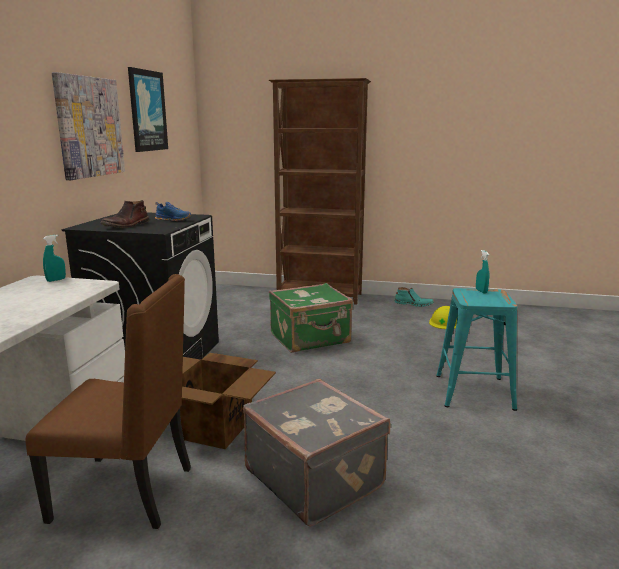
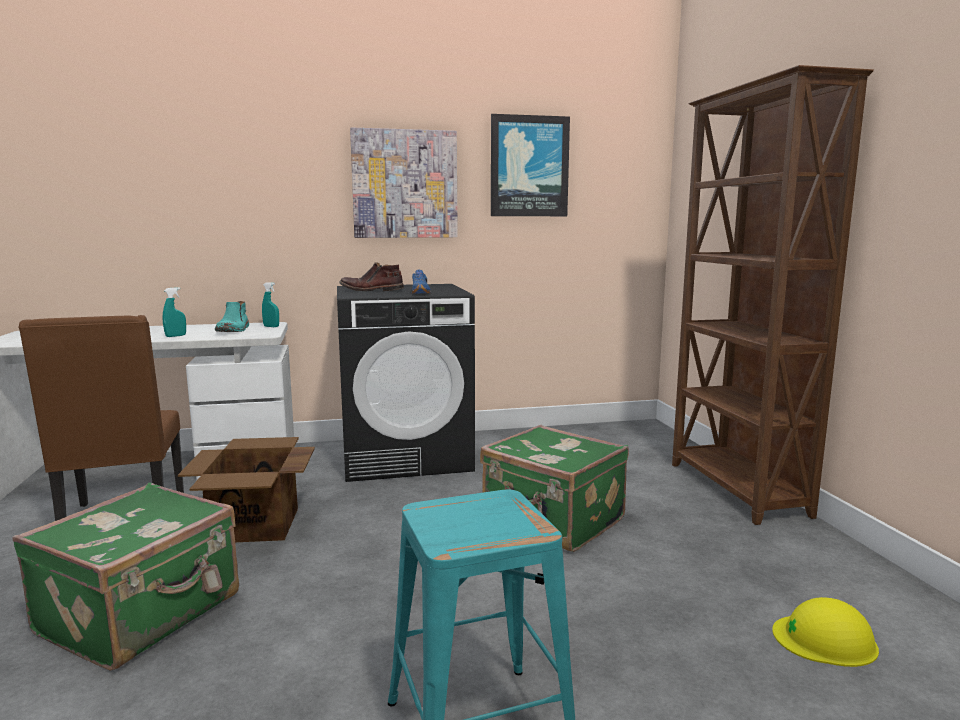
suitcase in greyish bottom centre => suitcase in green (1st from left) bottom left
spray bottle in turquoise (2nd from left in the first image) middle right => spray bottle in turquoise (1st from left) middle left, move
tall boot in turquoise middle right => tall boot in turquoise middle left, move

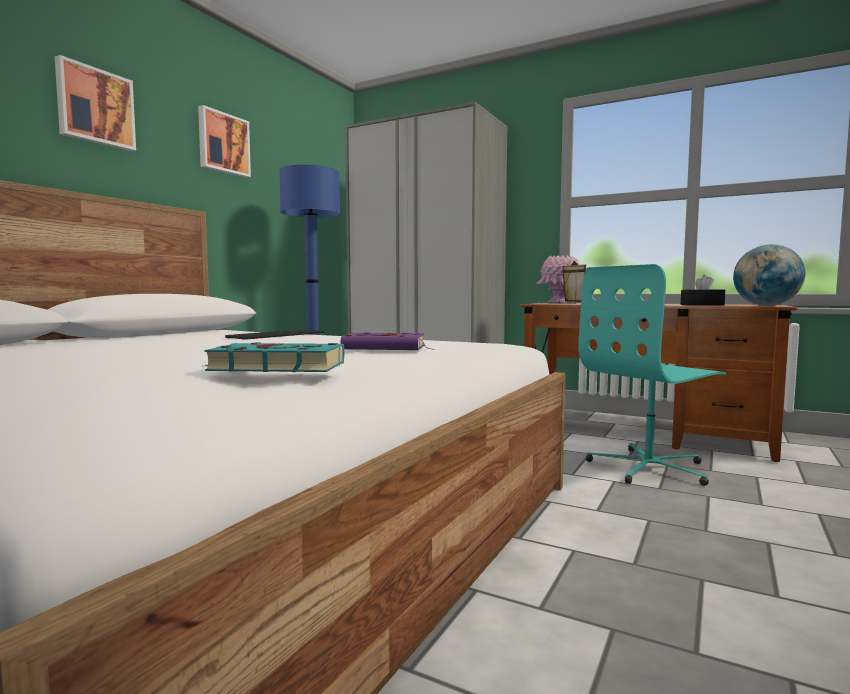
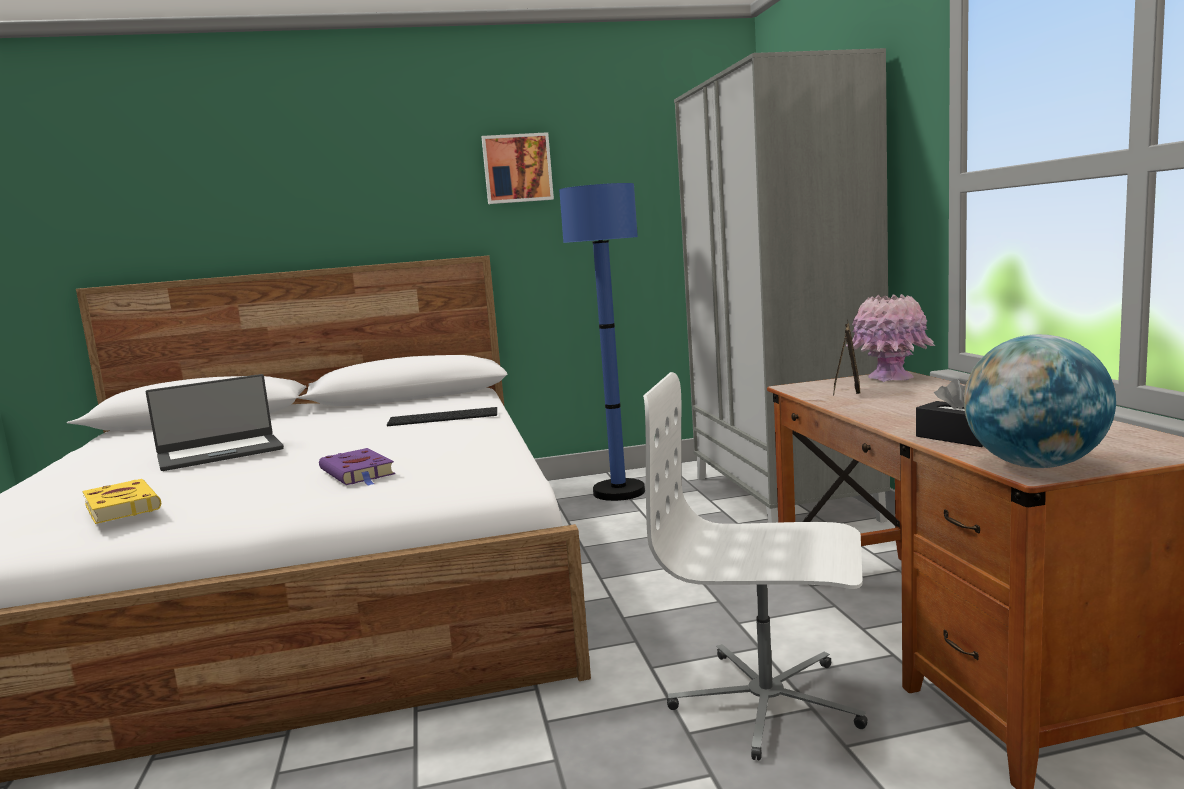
book in turquoise middle left => book in yellow-coloured middle left
nothing => portable computer middle left
computer chair in turquoise middle right => computer chair in white-coloured bottom centre
picture (1st from left) top left => nothing

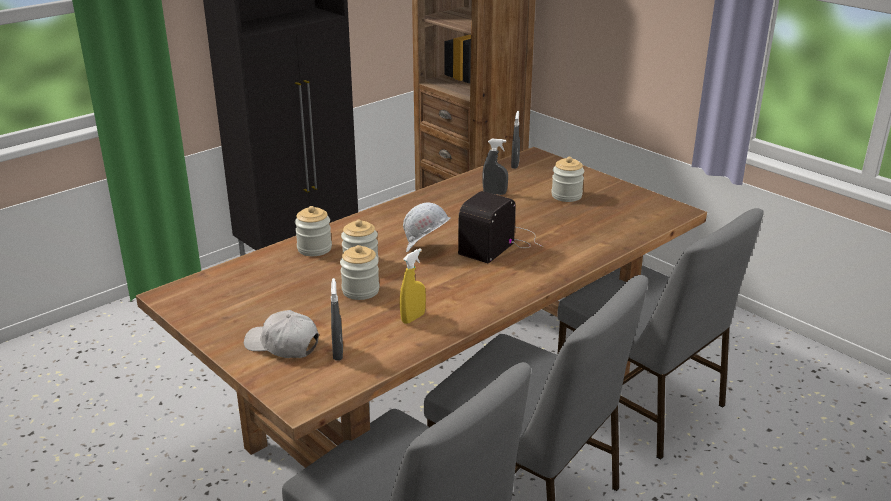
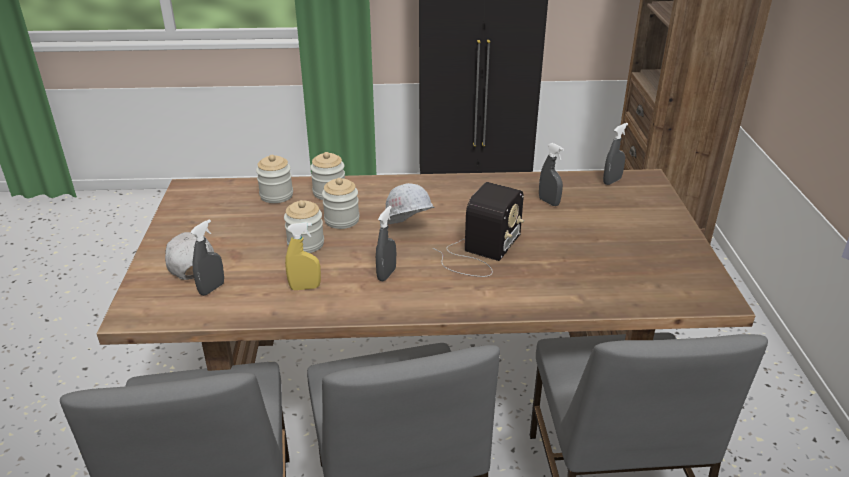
preserve jar (4th from left in the first image) centre => preserve jar (1st from left) middle left, move
nothing => spray bottle in greyish (2nd from left) centre
radio centre, 135 degrees clockwise

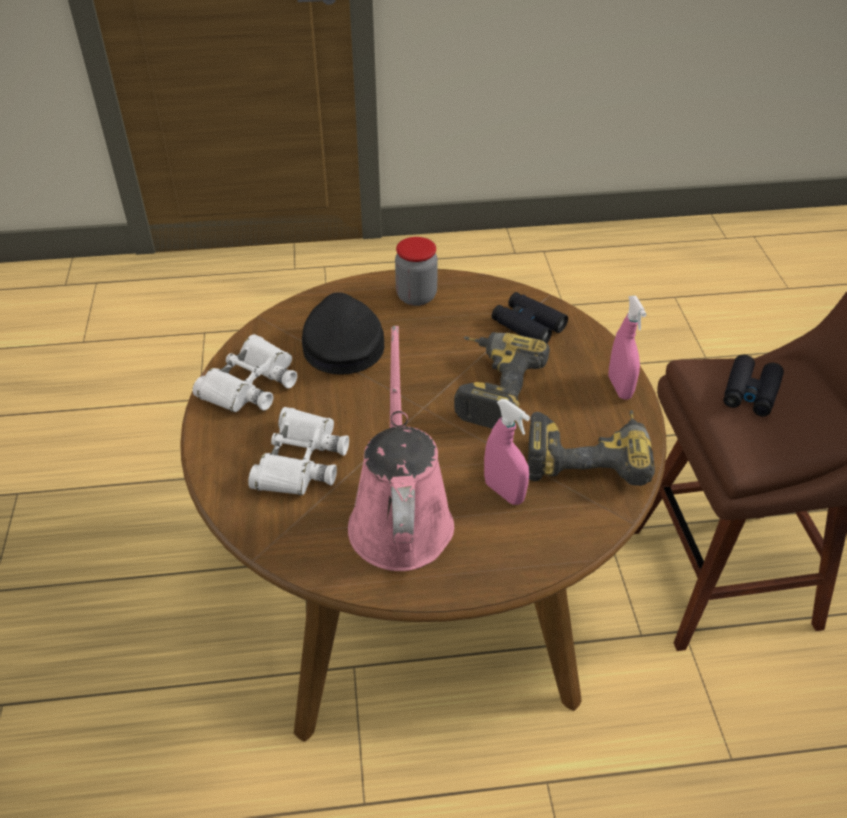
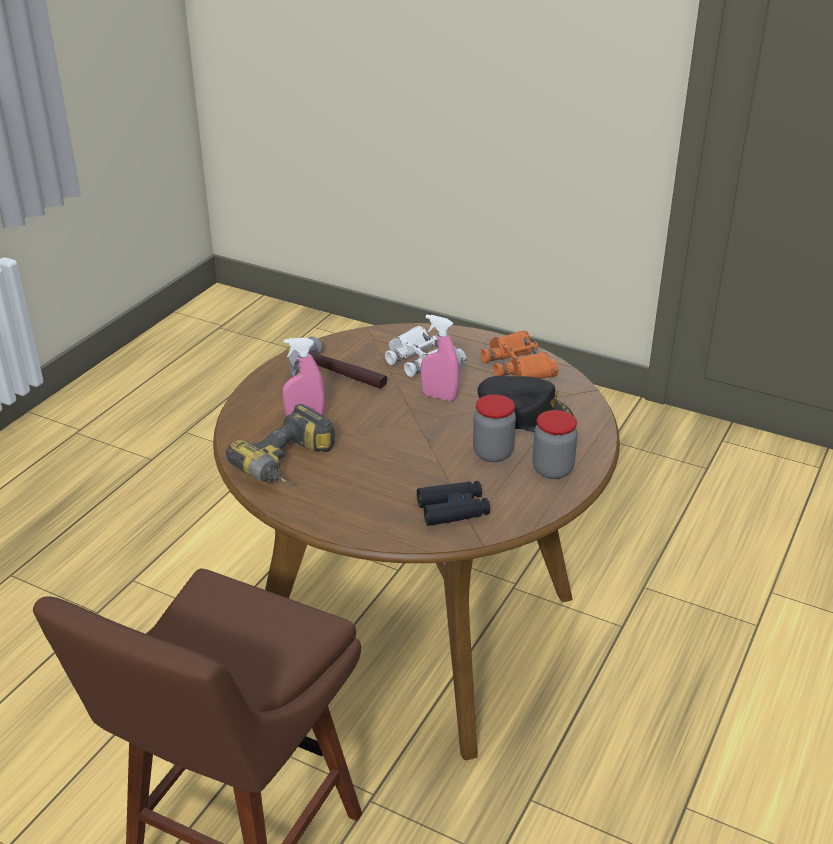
watering pot in pink-coloured centre => tool hammer centre
spray bottle in pink-coloured (2nd from left) middle right => spray bottle in pink-coloured (2nd from left) centre, move
nothing => preserve jar (1st from left) centre
binoculars in white-coloured (1st from left) middle left => binoculars in orange centre
drill (1st from left) centre => nothing
binoculars in blackish (2nd from left) middle right => nothing

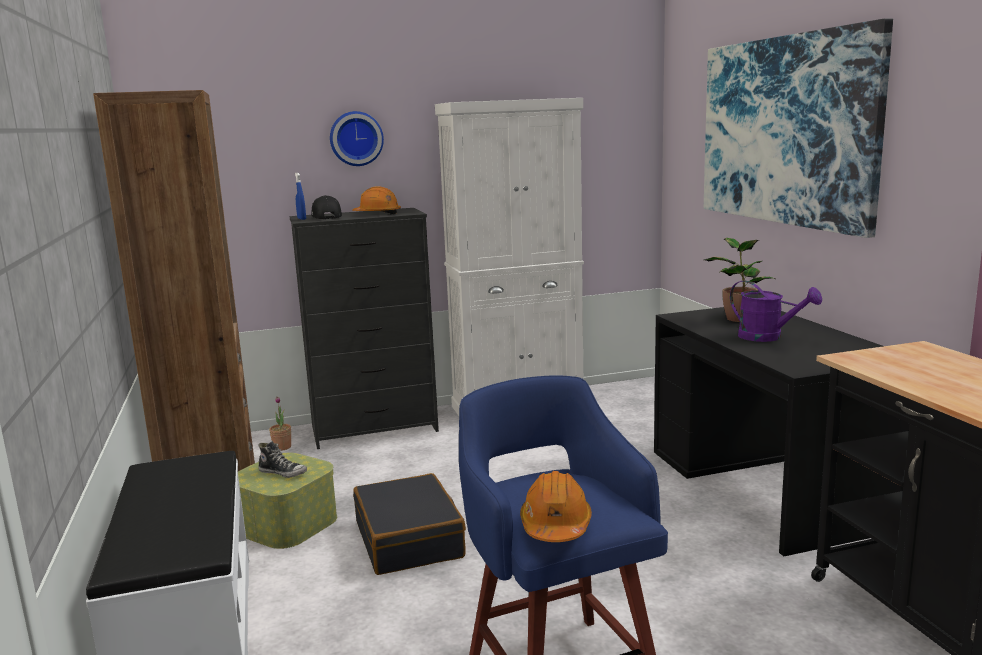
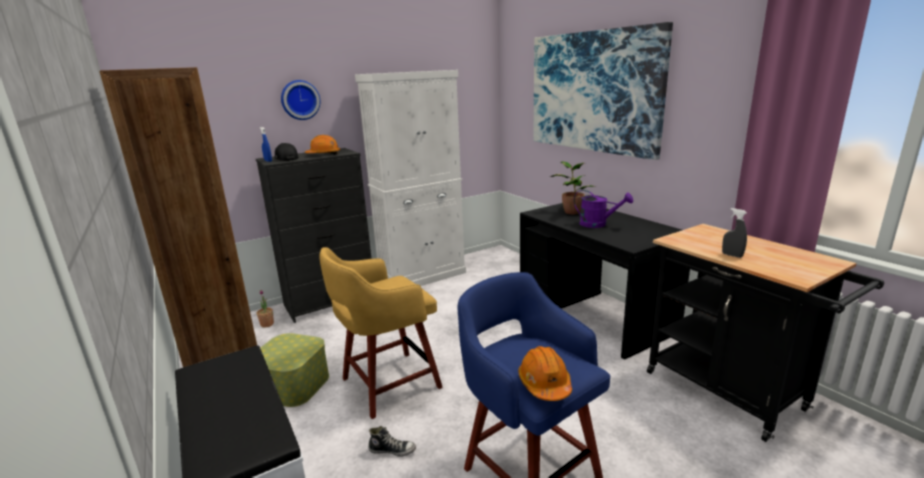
suitcase in blackish bottom centre => stool in yellow-coloured bottom centre
item of footwear bottom left => item of footwear bottom centre, move
nothing => spray bottle in greyish middle right

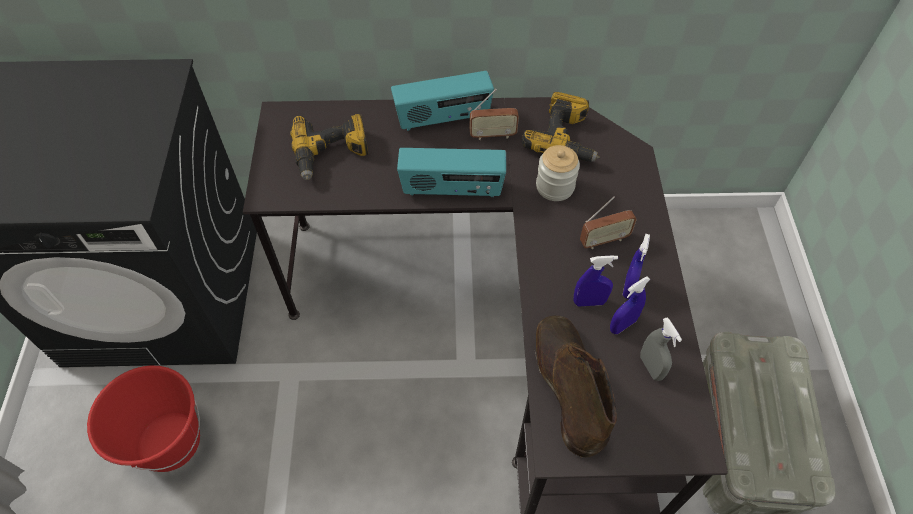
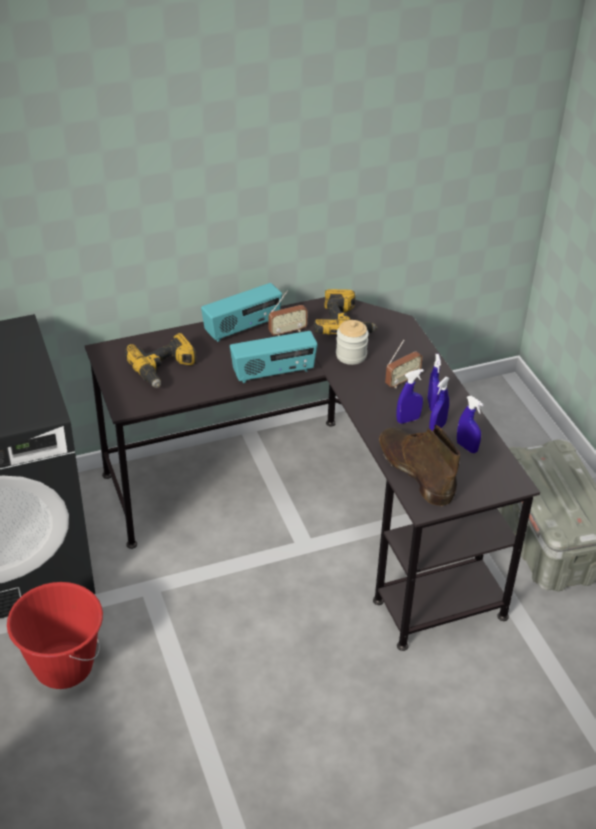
spray bottle in greyish bottom right => spray bottle in blue (4th from left) middle right

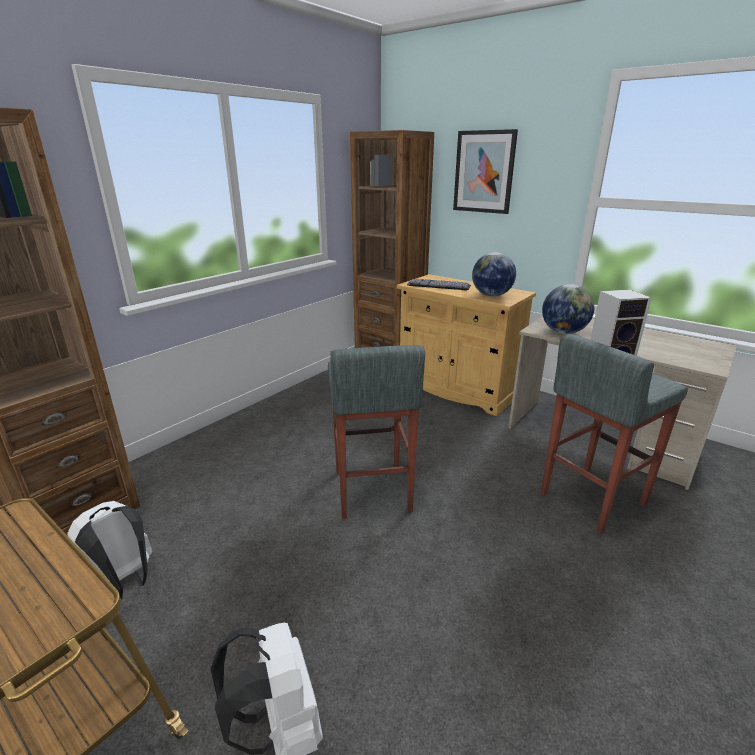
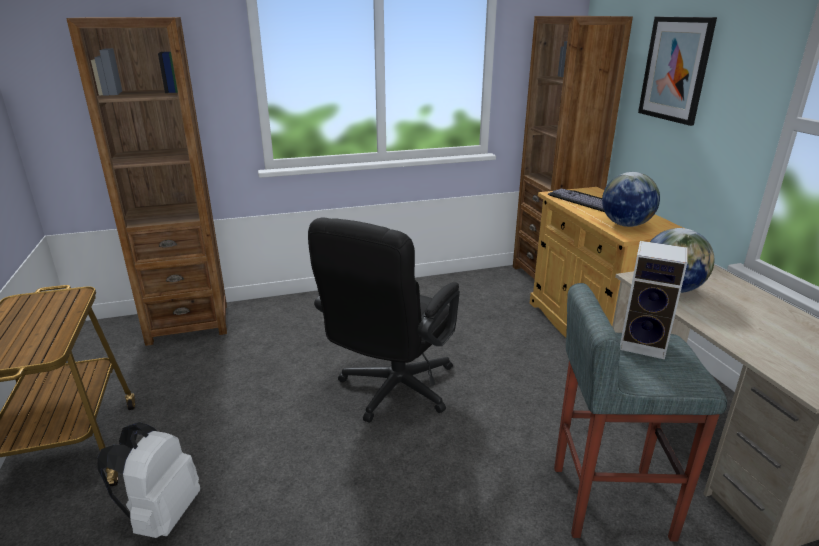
stool in greyish (1st from left) centre => computer chair in blackish centre
rucksack in white-coloured (1st from left) bottom left => nothing

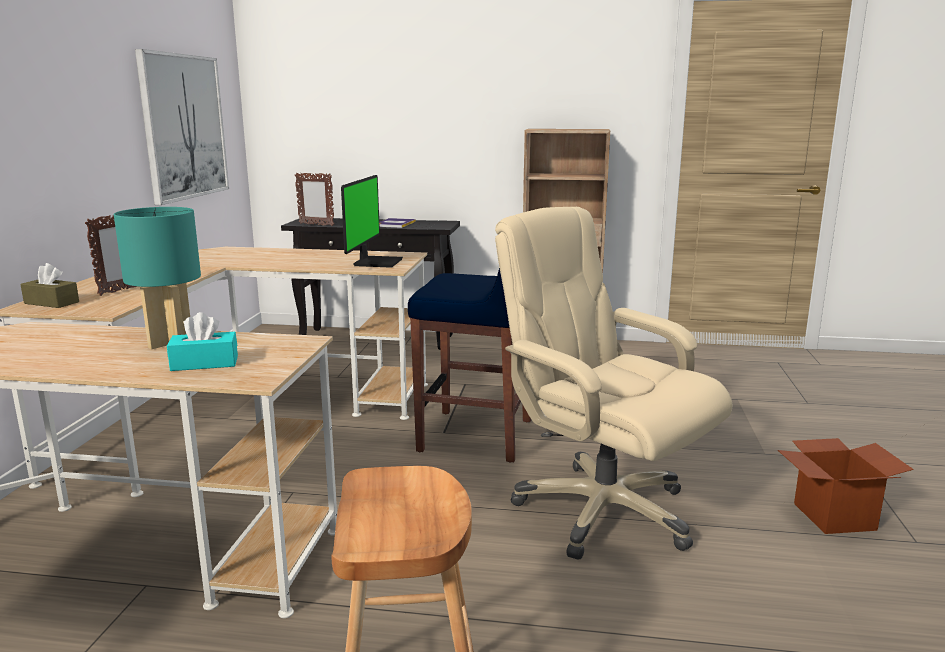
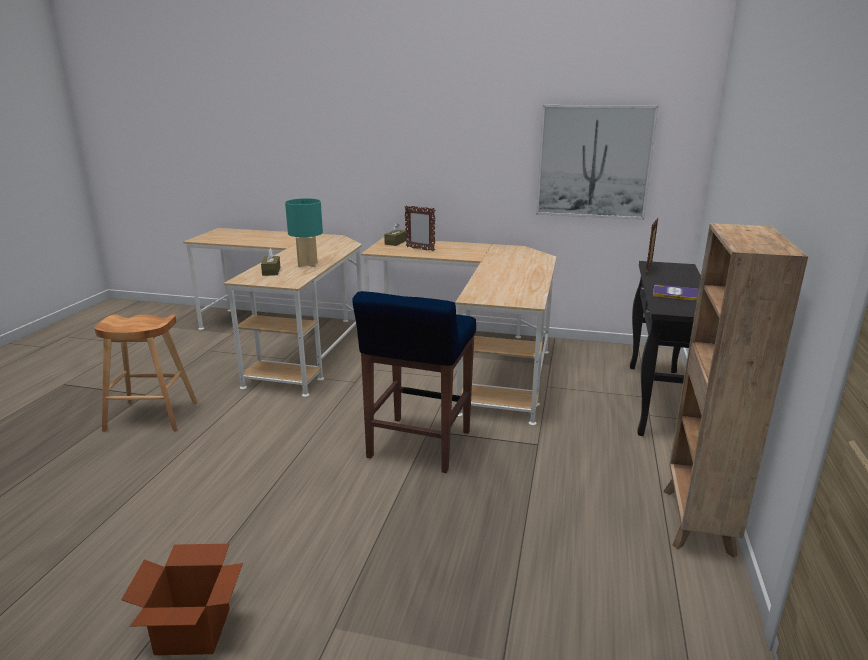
box of tissues in turquoise middle left => box of tissues in brown-coloured (1st from left) middle left
computer screen centre => nothing
computer chair in sand-coloured centre => nothing

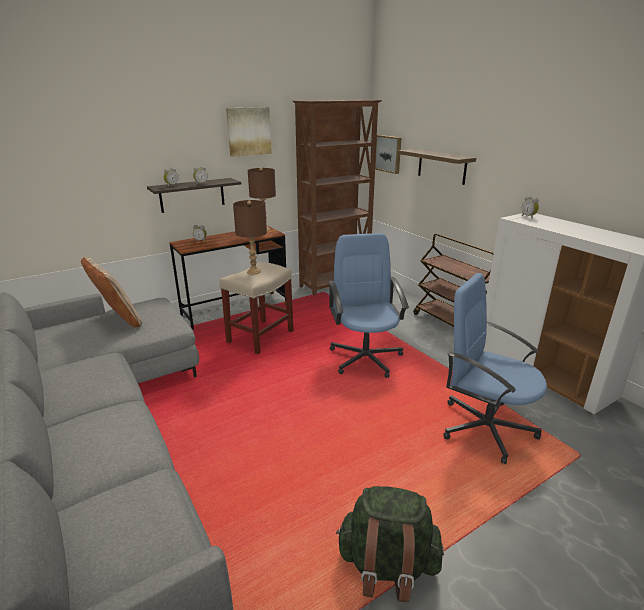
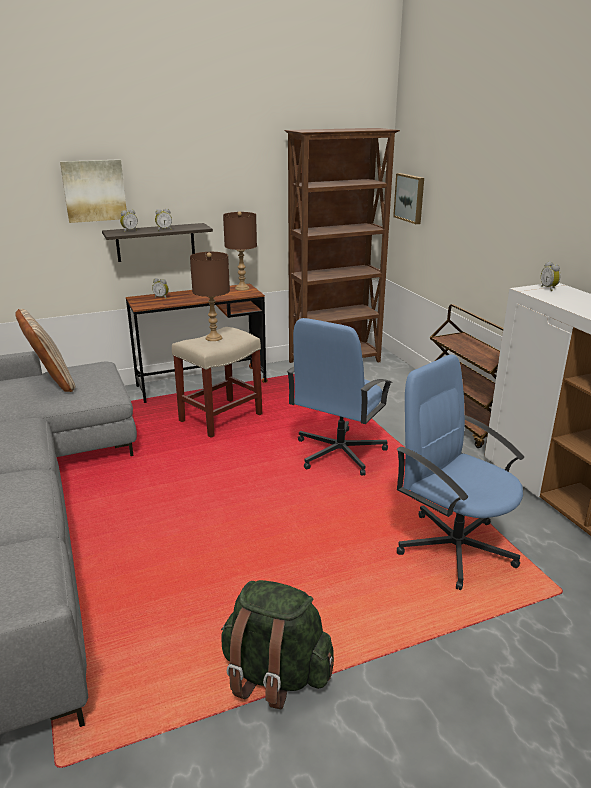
picture (1st from left) top centre => picture (1st from left) top left, move
computer chair in blue (1st from left) centre, 150 degrees counterclockwise
shelf (2nd from left) top right => nothing

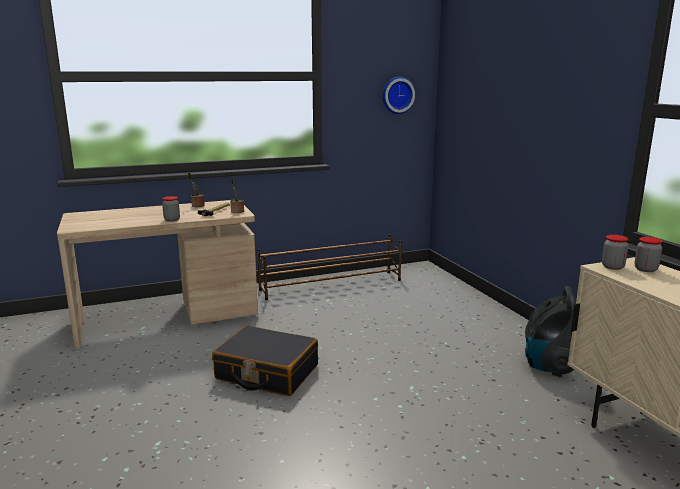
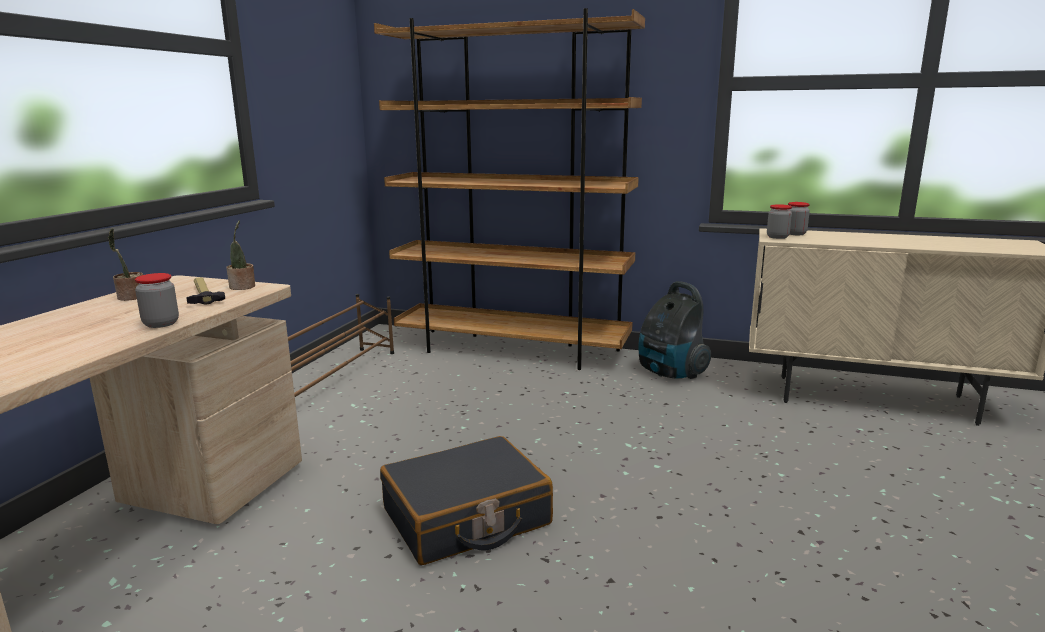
nothing => bookcase in brown-coloured top centre
clock on the wall top centre => nothing

